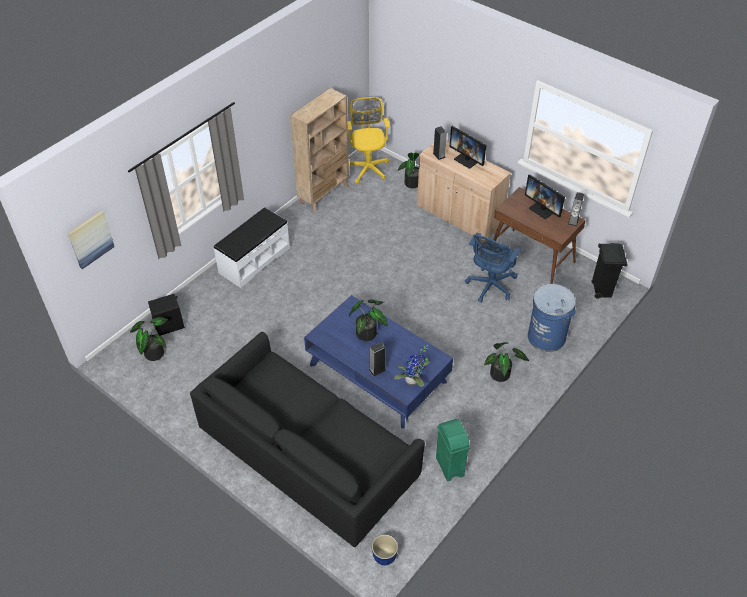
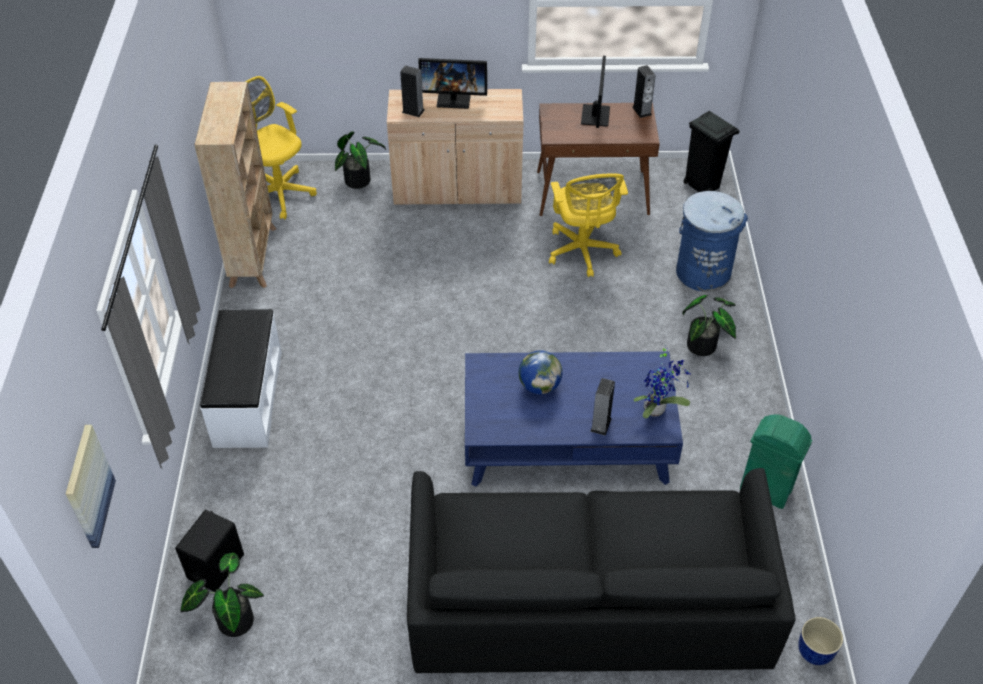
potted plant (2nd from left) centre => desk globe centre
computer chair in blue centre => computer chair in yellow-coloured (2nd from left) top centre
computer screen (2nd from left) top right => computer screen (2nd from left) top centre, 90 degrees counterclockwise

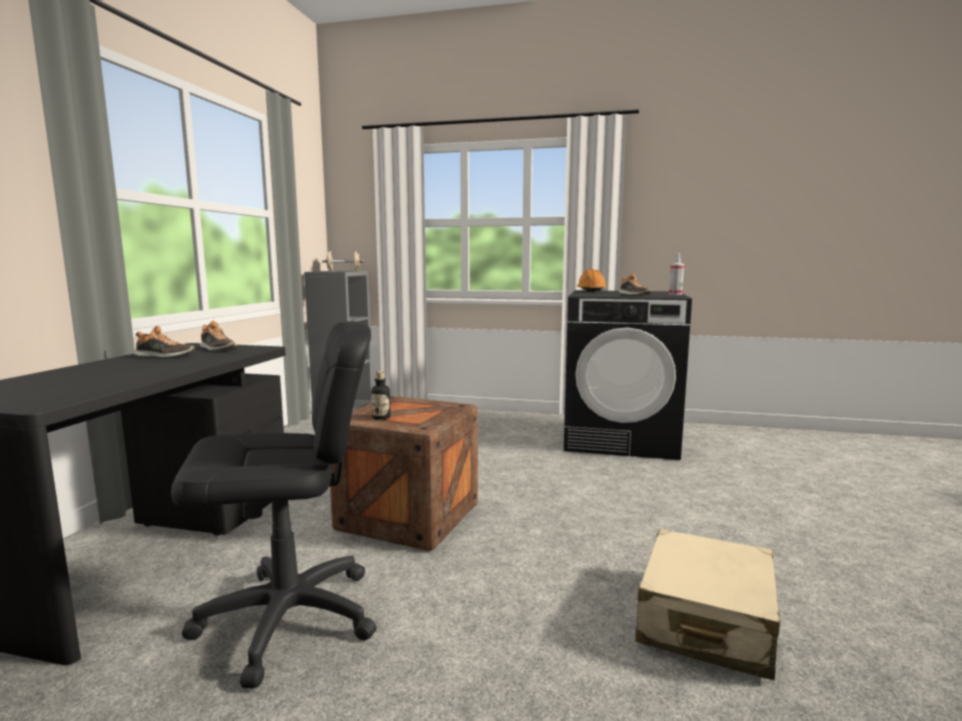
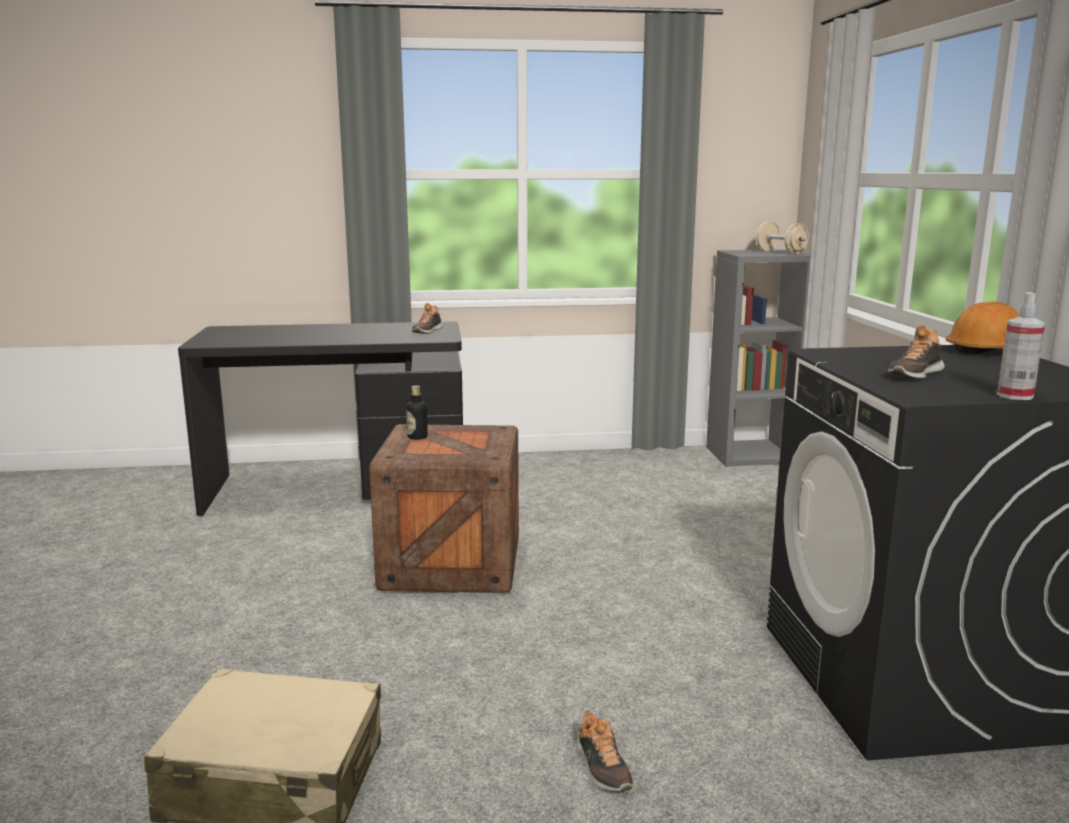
item of footwear (1st from left in the first image) middle left => item of footwear (2nd from left) bottom centre, move
computer chair in blackish bottom left => nothing

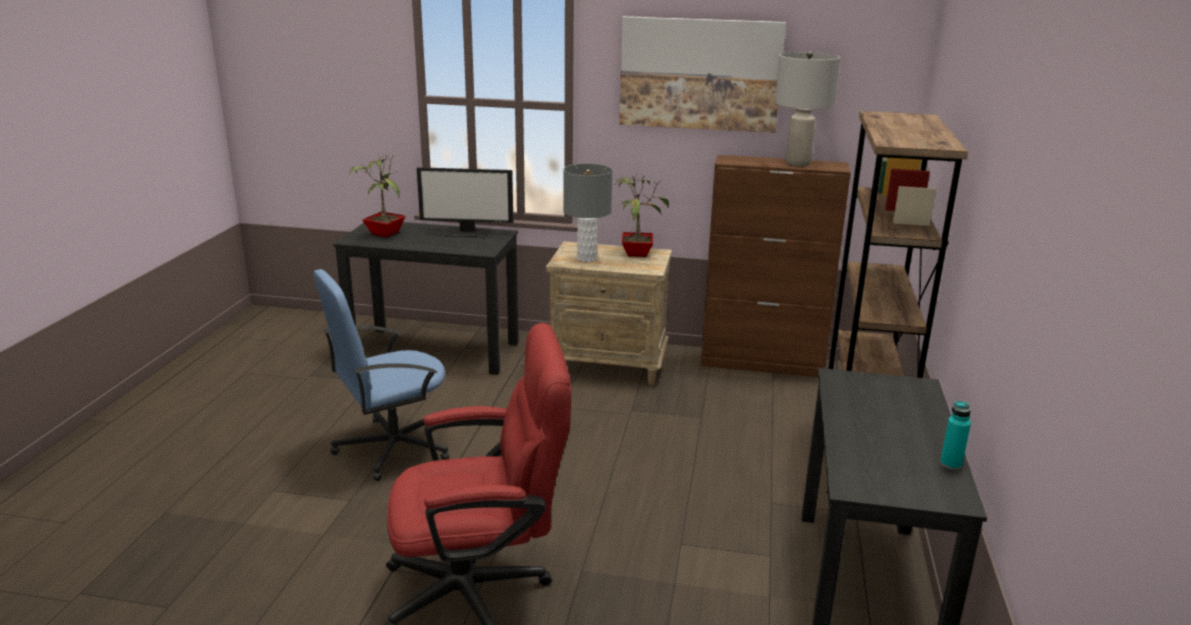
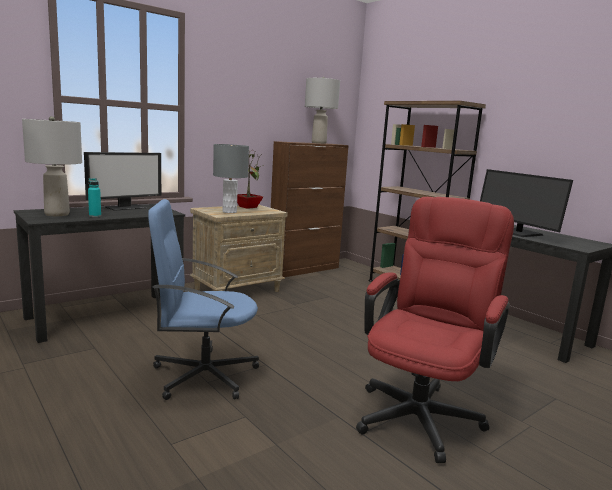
potted plant (1st from left) top left => lamp for a table in greyish (1st from left) middle left
drink bottle in turquoise bottom right => drink bottle in turquoise middle left, move
computer chair in blue middle left, 75 degrees clockwise
nothing => computer screen (2nd from left) middle right
picture top centre => nothing

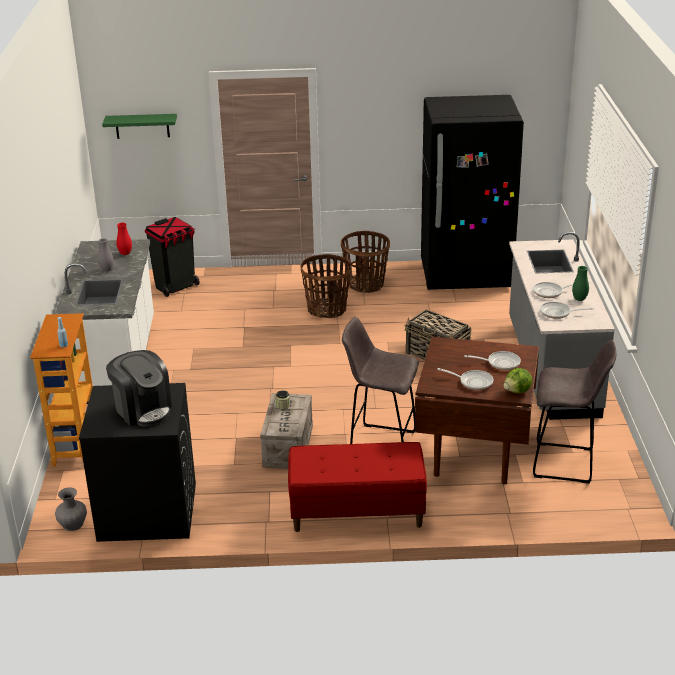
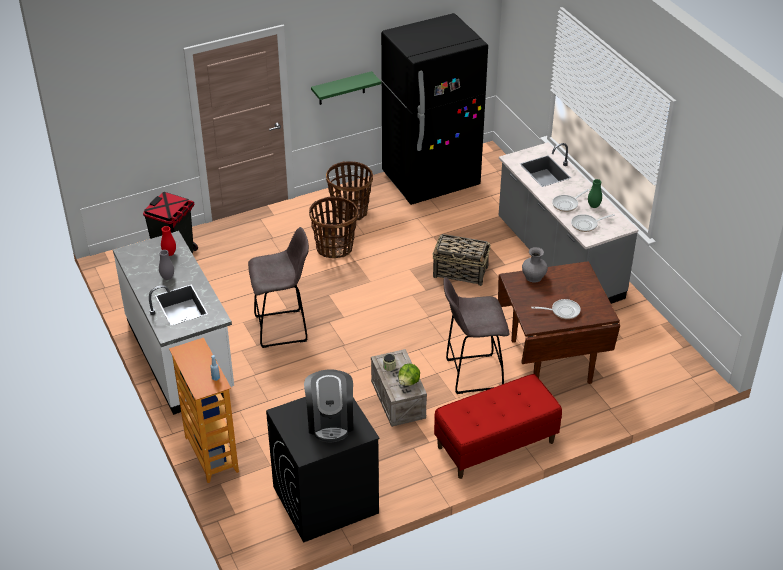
stool in greyish (2nd from left in the first image) middle right => stool in greyish (1st from left) centre, move
coffee machine middle left => coffee machine bottom centre, 60 degrees clockwise
shelf in green top left => shelf in green top centre, move
lettuce middle right => lettuce centre, move
decorative vase in greyish (1st from left in the first image) bottom left => decorative vase in greyish (2nd from left) middle right, move
frying pan (2nd from left) middle right => nothing

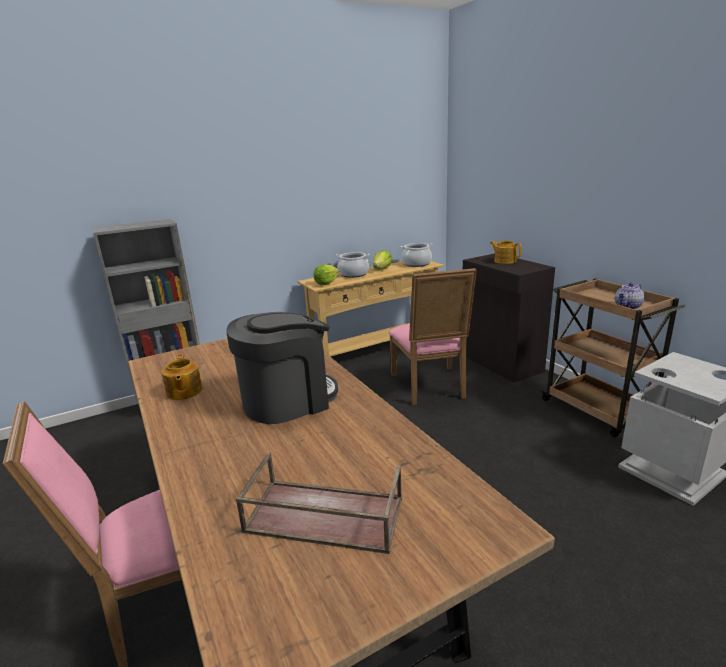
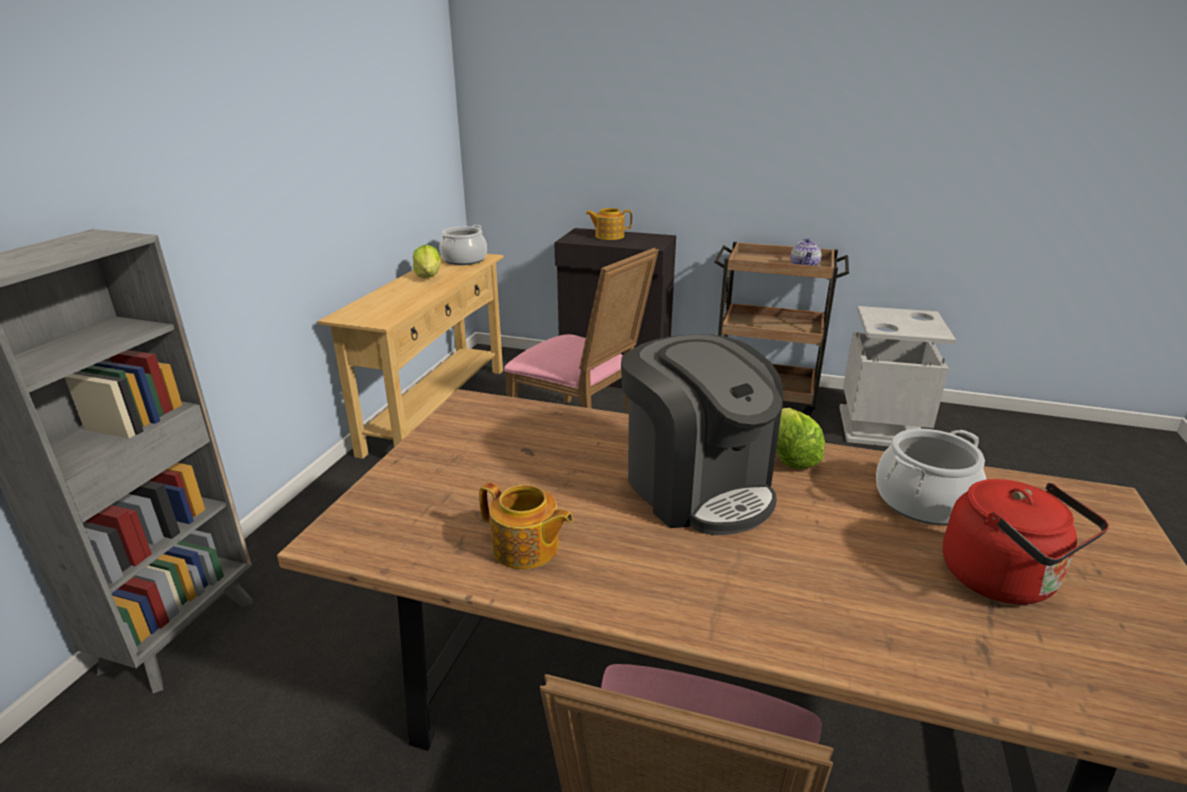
coffee machine centre, 135 degrees clockwise
lettuce (1st from left in the first image) centre => lettuce (2nd from left) middle right, move
stockpot (1st from left in the first image) centre => stockpot (2nd from left) middle right, move
tray in brown-coloured bottom centre => water kettle in reddish bottom right

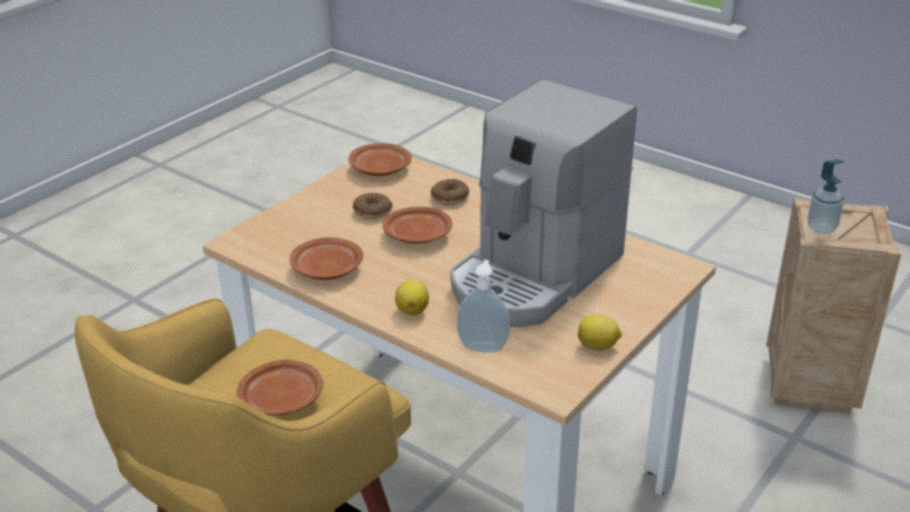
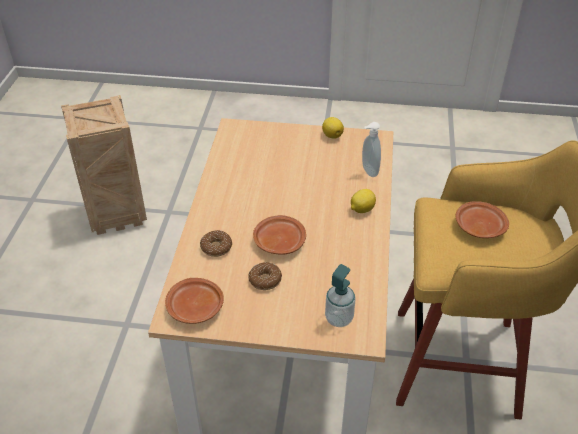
soap bottle (2nd from left in the first image) middle right => soap bottle (1st from left) bottom centre, move
plate in brown-coloured (2nd from left) centre => nothing
coffee machine centre => nothing

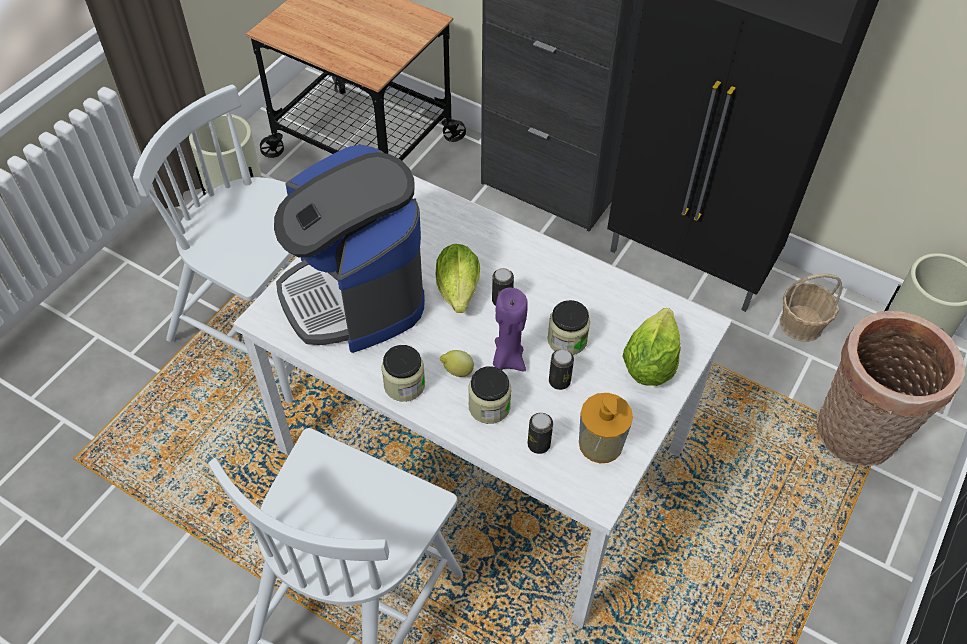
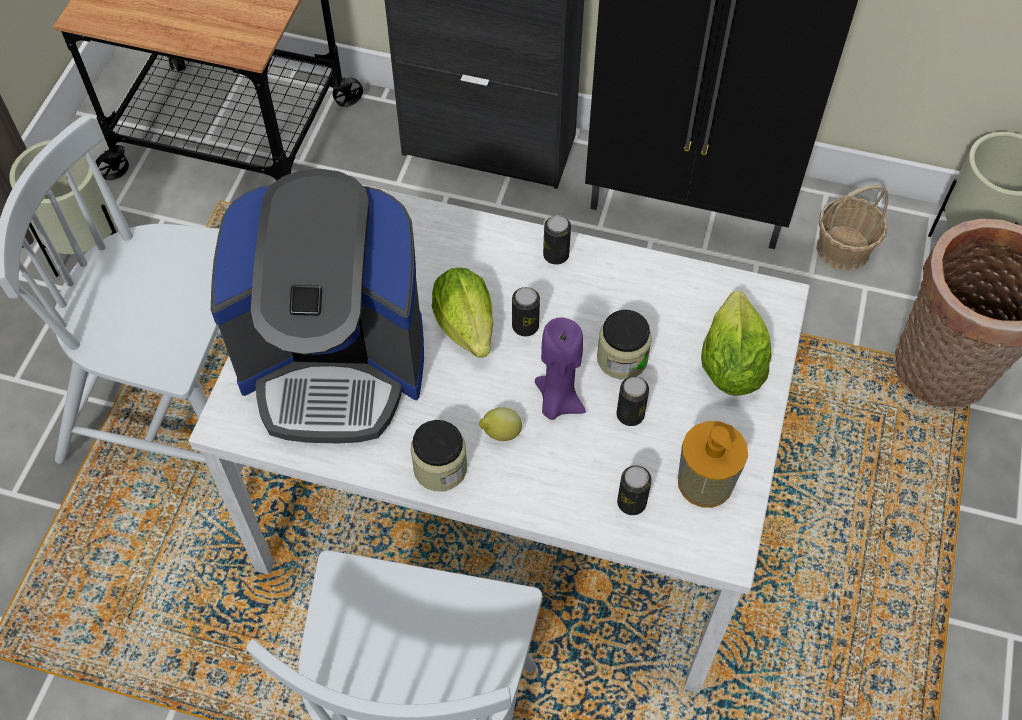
coffee machine centre => coffee machine middle left, 45 degrees counterclockwise
nothing => sealed can (2nd from left) centre
preserve jar (2nd from left) centre => nothing

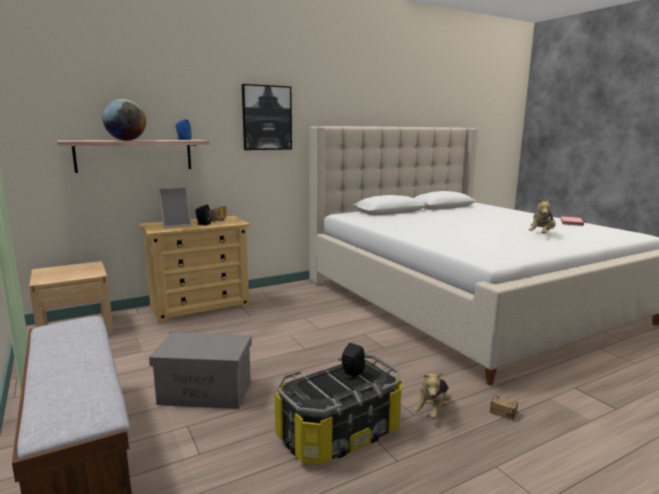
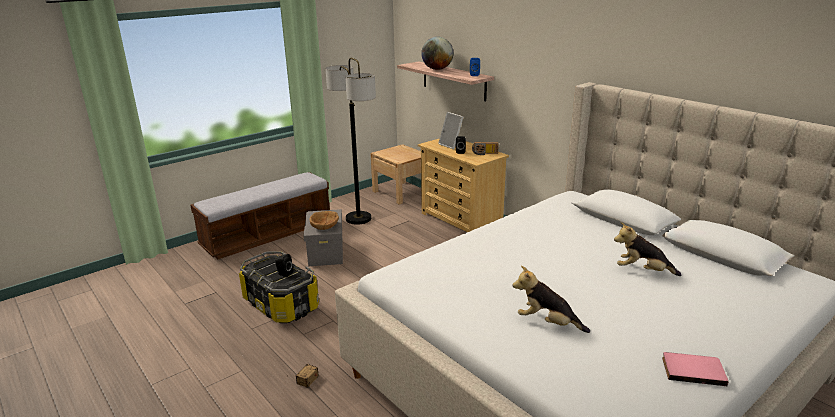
nothing => deep dish in brown-coloured centre
nothing => standard lamp centre
plush toy (1st from left in the first image) bottom centre => plush toy (2nd from left) middle right, move
picture top centre => nothing

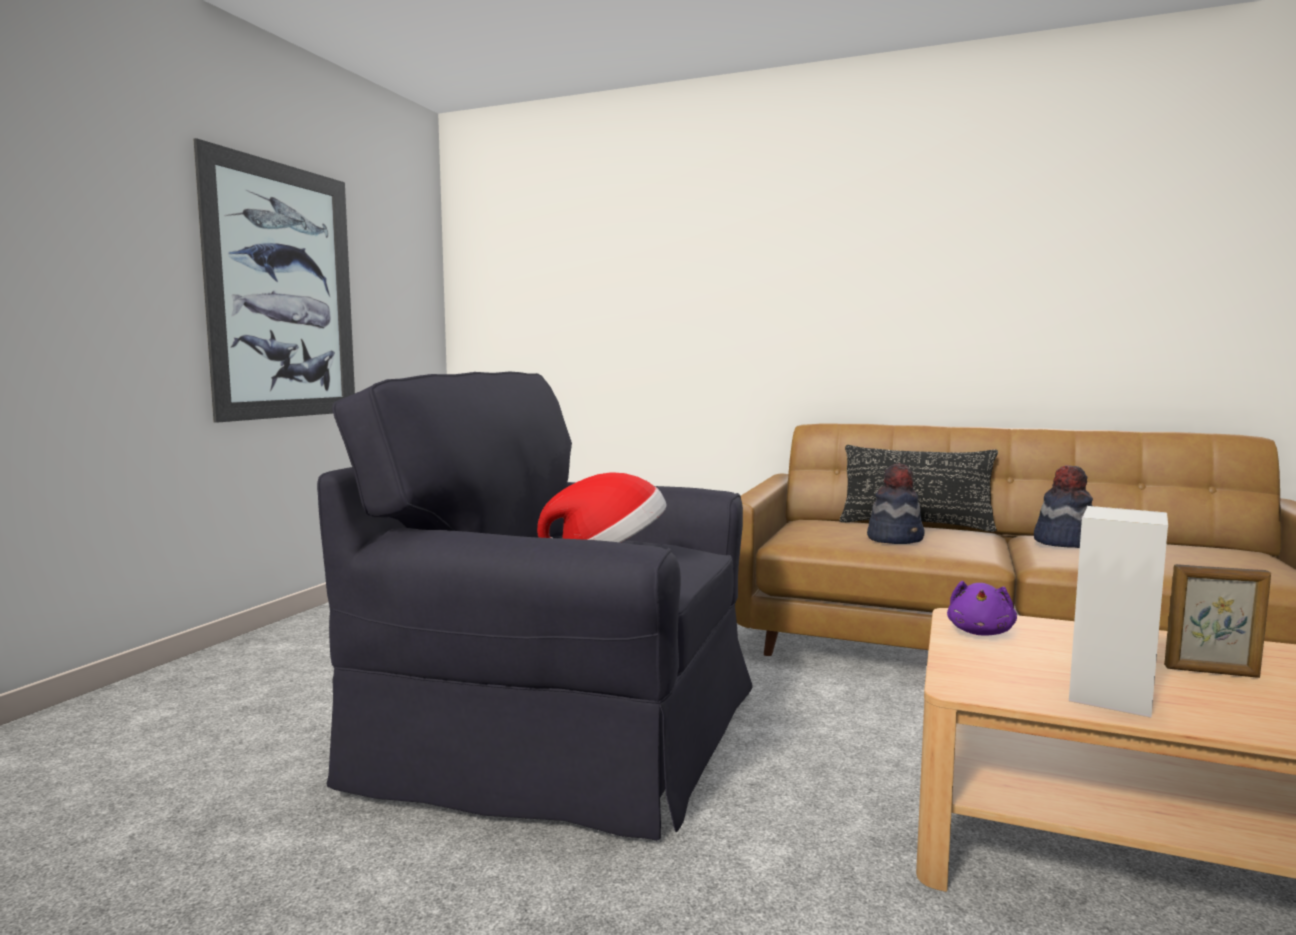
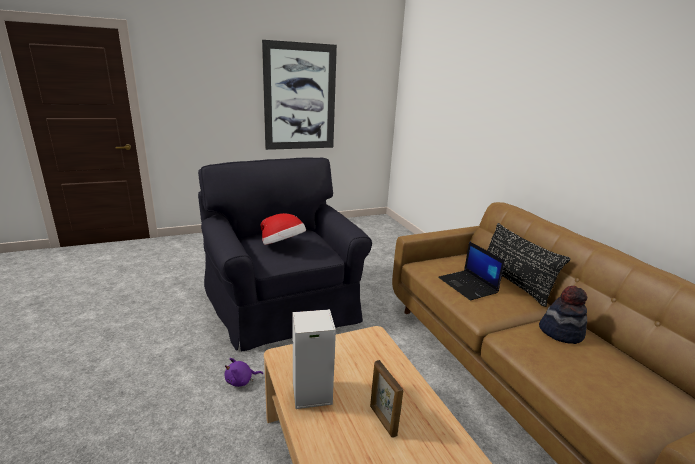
plush toy in purple middle right => plush toy in purple bottom centre, move
clothing hat (2nd from left) middle right => portable computer middle right

